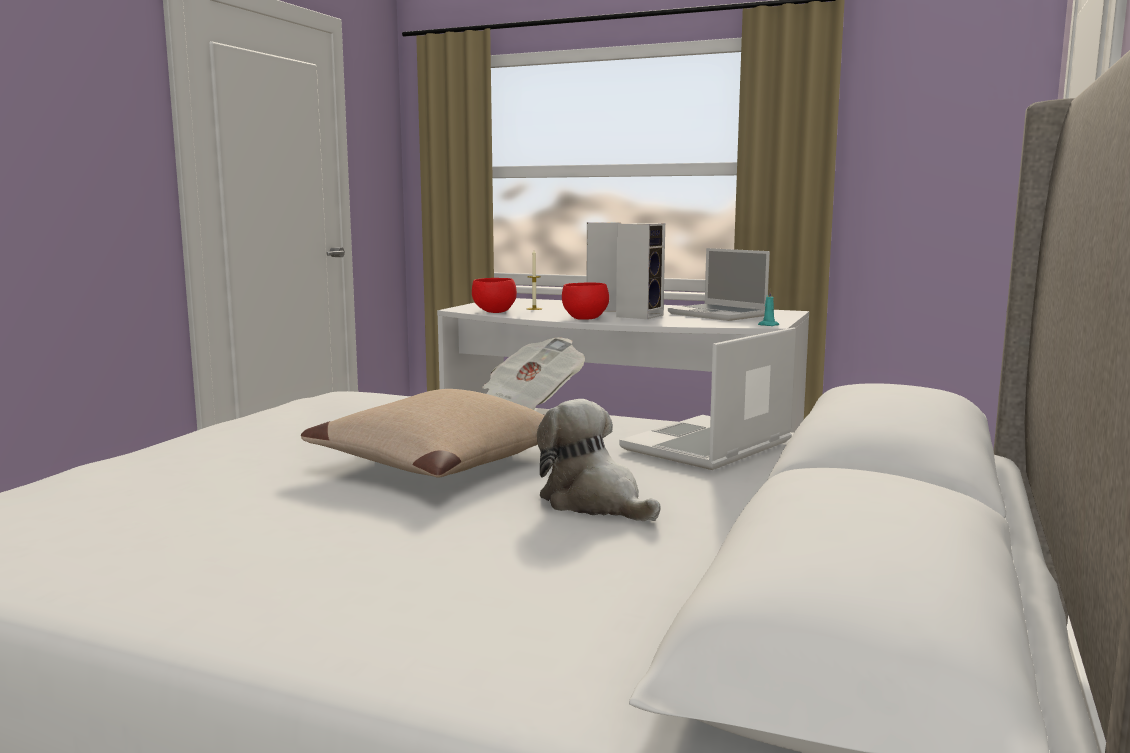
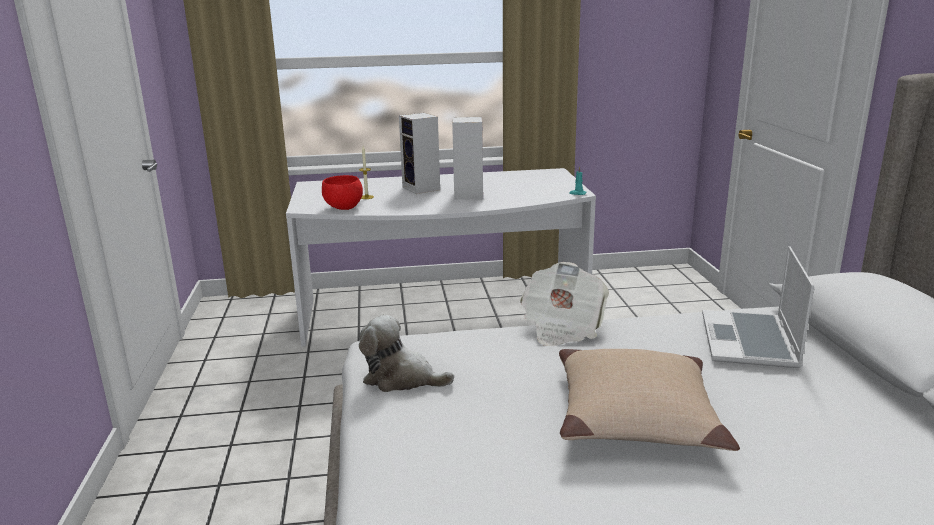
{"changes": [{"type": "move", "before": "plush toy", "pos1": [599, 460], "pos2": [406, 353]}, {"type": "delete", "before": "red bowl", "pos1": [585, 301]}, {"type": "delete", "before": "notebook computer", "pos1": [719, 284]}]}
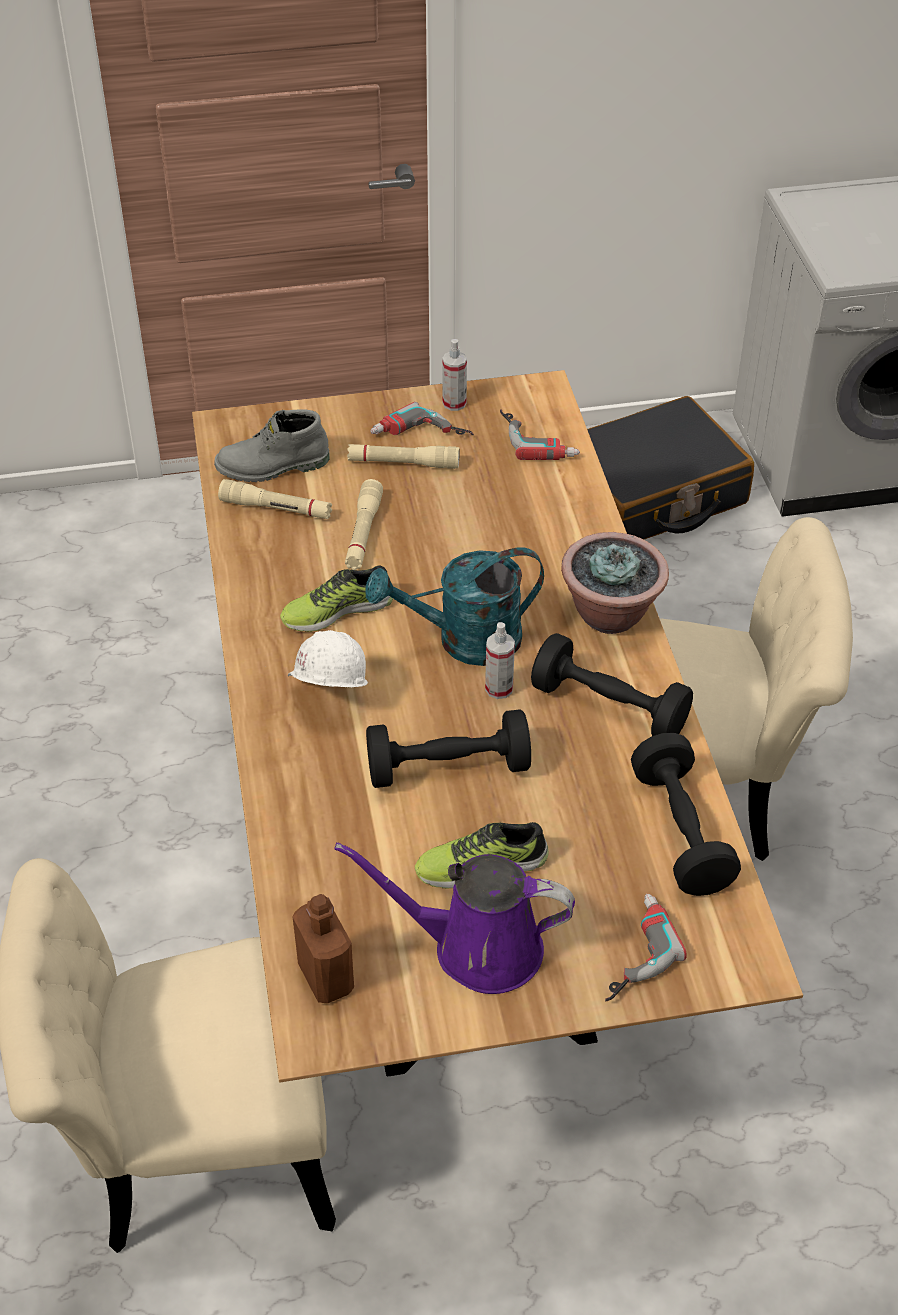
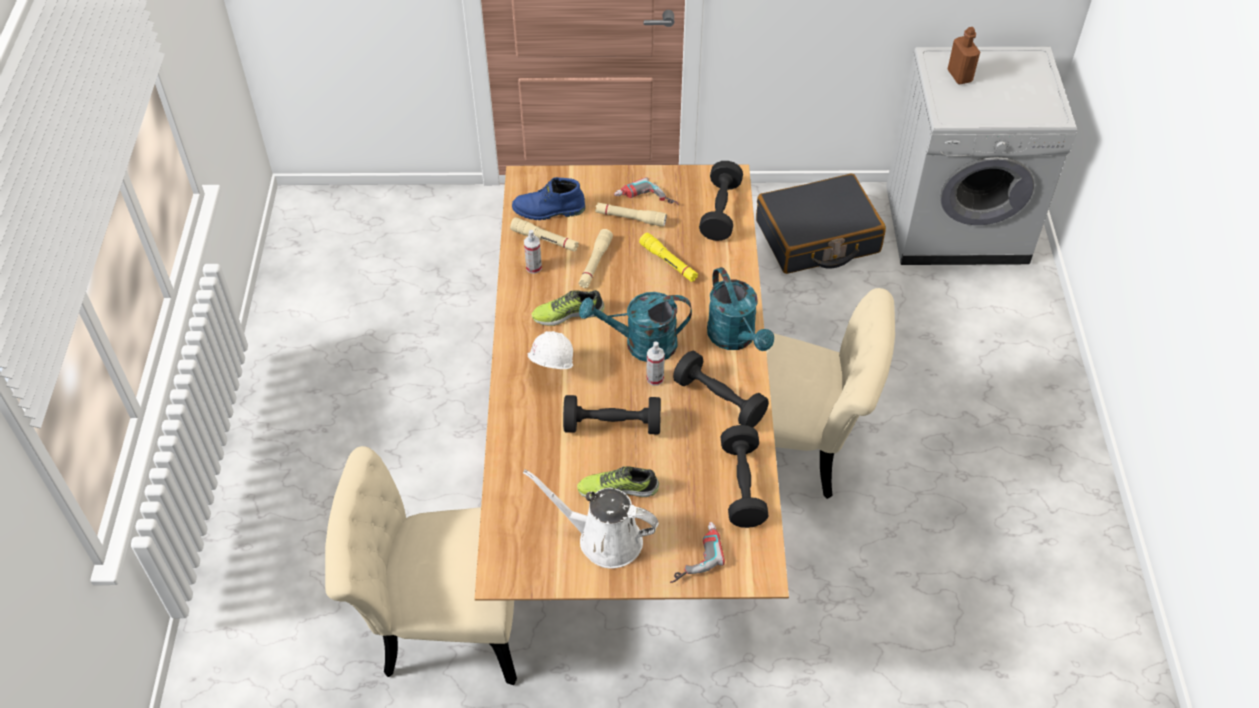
{"changes": [{"type": "recolor", "before": "greyish boot", "after": "blue-coloured boot", "pos1": [272, 445], "pos2": [548, 198]}, {"type": "move", "before": "brown-coloured drink bottle", "pos1": [323, 948], "pos2": [964, 55]}, {"type": "recolor", "before": "purple-coloured watering can", "after": "white-coloured watering can", "pos1": [454, 918], "pos2": [591, 519]}, {"type": "move", "before": "spray bottle", "pos1": [454, 375], "pos2": [533, 252]}, {"type": "replace", "before": "drill", "after": "black-coloured hand weight", "pos1": [540, 434], "pos2": [721, 201]}, {"type": "replace", "before": "plant in a pot", "after": "turquoise-coloured watering can", "pos1": [615, 583], "pos2": [740, 309]}, {"type": "insert", "after": "yellow torch", "pos2": [668, 257]}]}
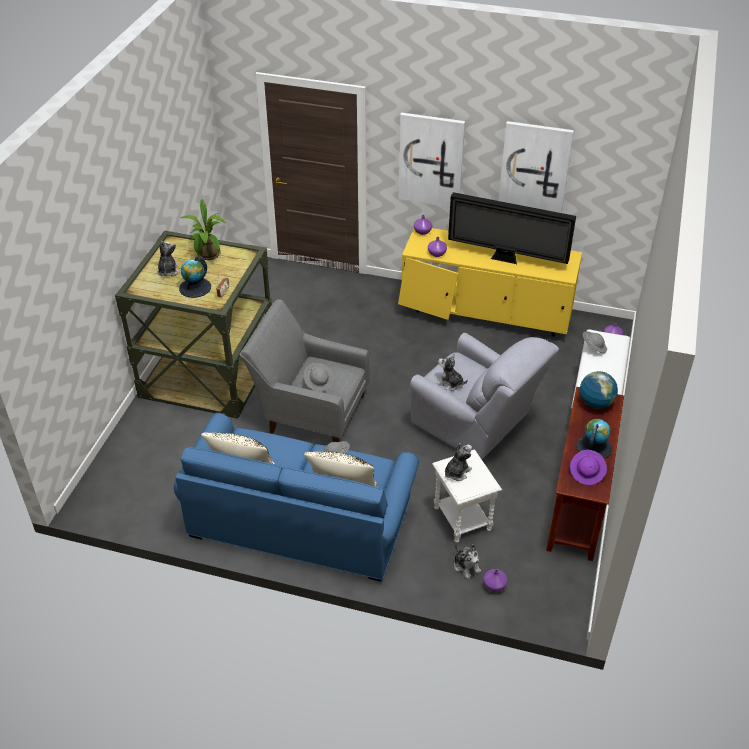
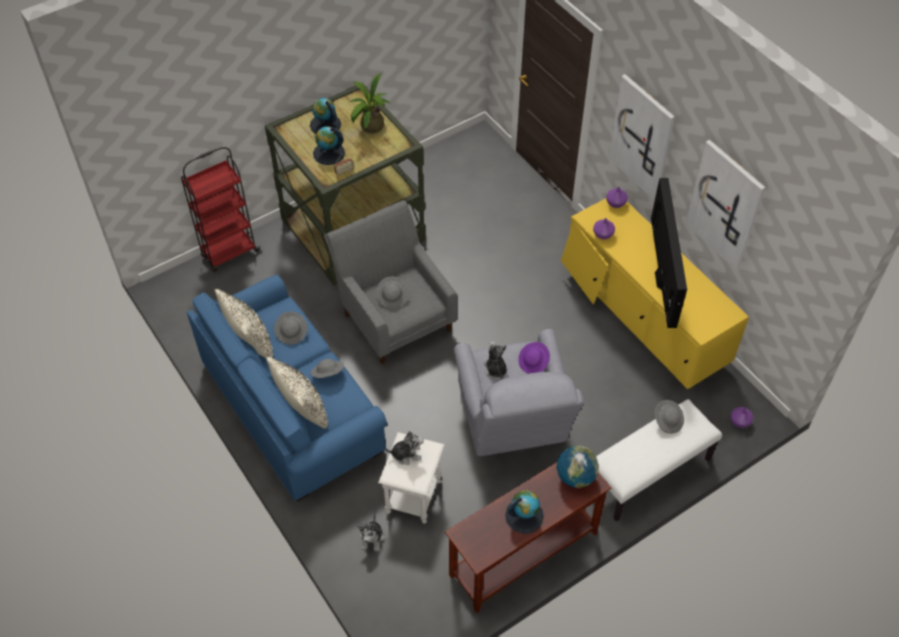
{"changes": [{"type": "replace", "before": "plush toy", "after": "globe", "pos1": [168, 258], "pos2": [325, 116]}, {"type": "rotate", "before": "TV set", "pos1": [512, 228], "pos2": [669, 253], "turn": -150}, {"type": "delete", "before": "purple-coloured flower vase", "pos1": [495, 580]}, {"type": "move", "before": "purple-coloured hat", "pos1": [588, 467], "pos2": [534, 358]}, {"type": "insert", "after": "red cart", "pos2": [221, 209]}, {"type": "insert", "after": "greyish hat", "pos2": [291, 328]}]}
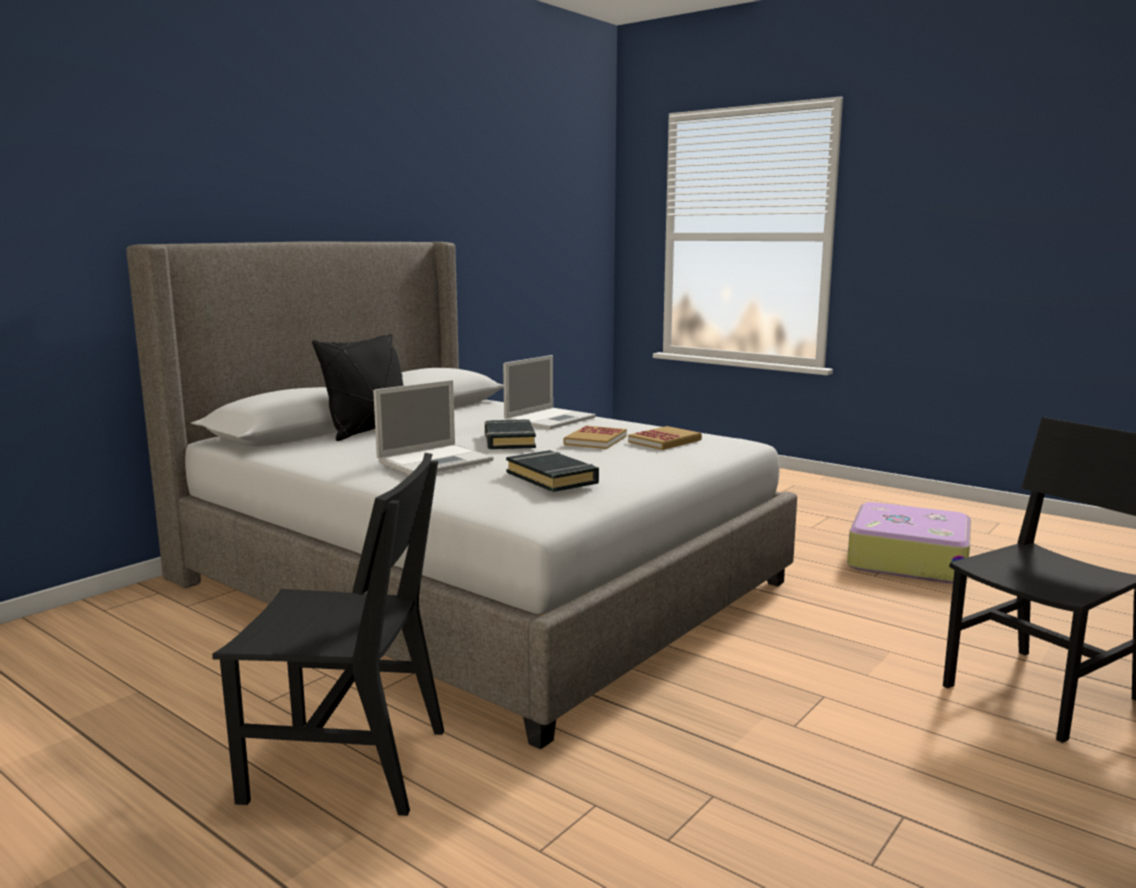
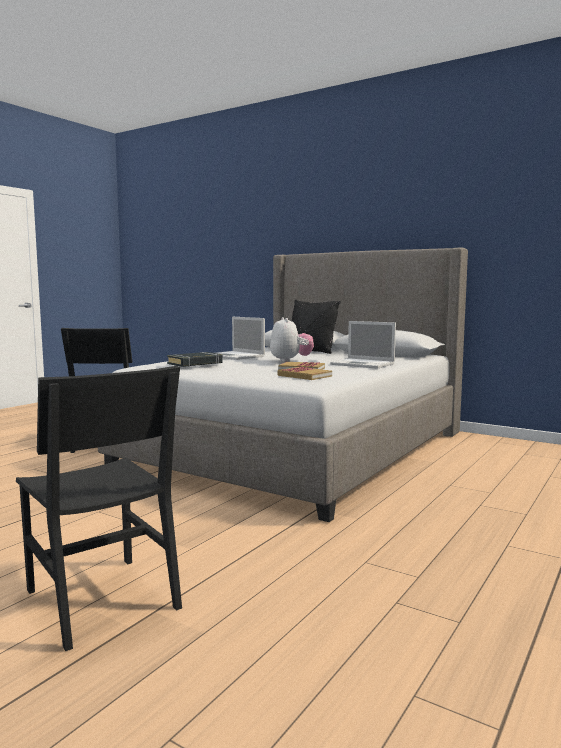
{"changes": [{"type": "replace", "before": "black-coloured volume", "after": "plush toy", "pos1": [510, 434], "pos2": [292, 339]}, {"type": "delete", "before": "travel case", "pos1": [909, 543]}]}
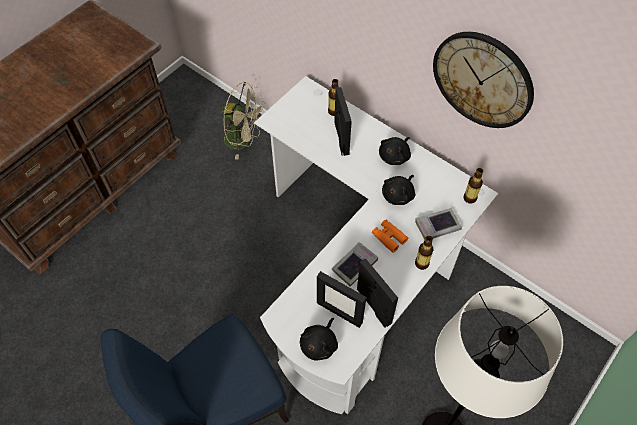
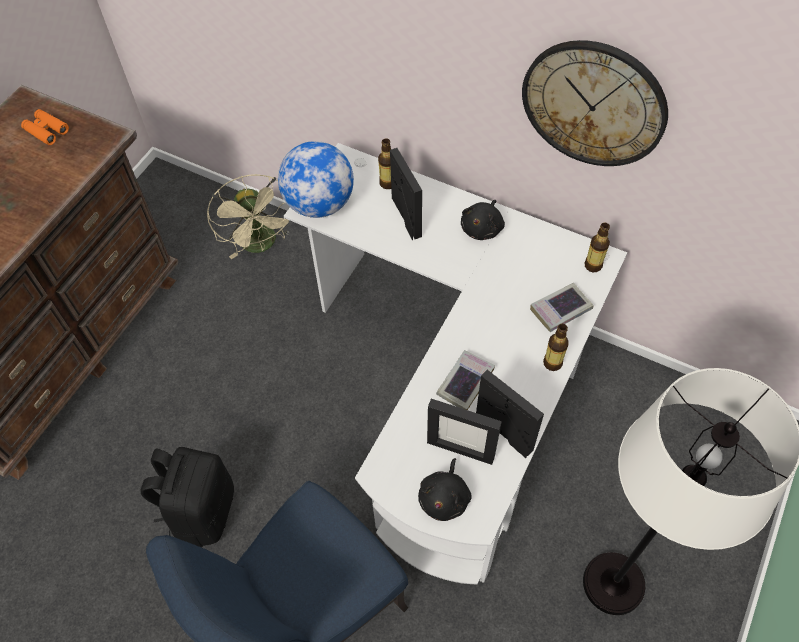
{"changes": [{"type": "rotate", "before": "beige fan", "pos1": [243, 121], "pos2": [248, 216], "turn": 60}, {"type": "move", "before": "orangey pair of binoculars", "pos1": [390, 236], "pos2": [45, 127]}, {"type": "delete", "before": "black-coloured plush toy", "pos1": [398, 190]}, {"type": "insert", "after": "black-coloured knapsack", "pos2": [187, 497]}, {"type": "insert", "after": "globe", "pos2": [316, 179]}]}
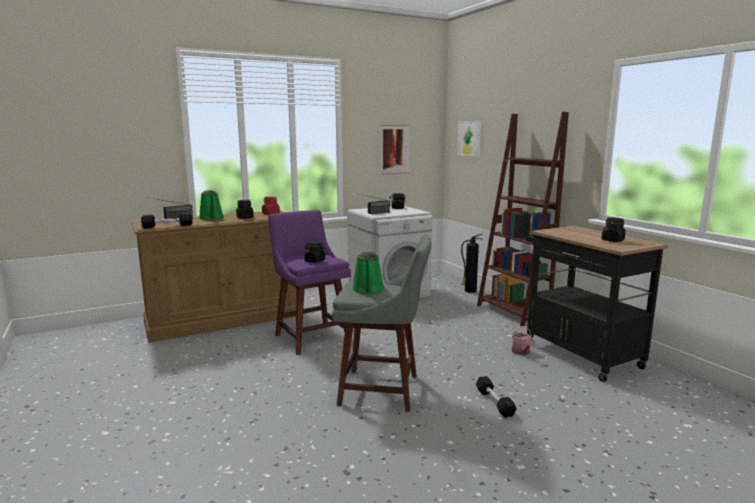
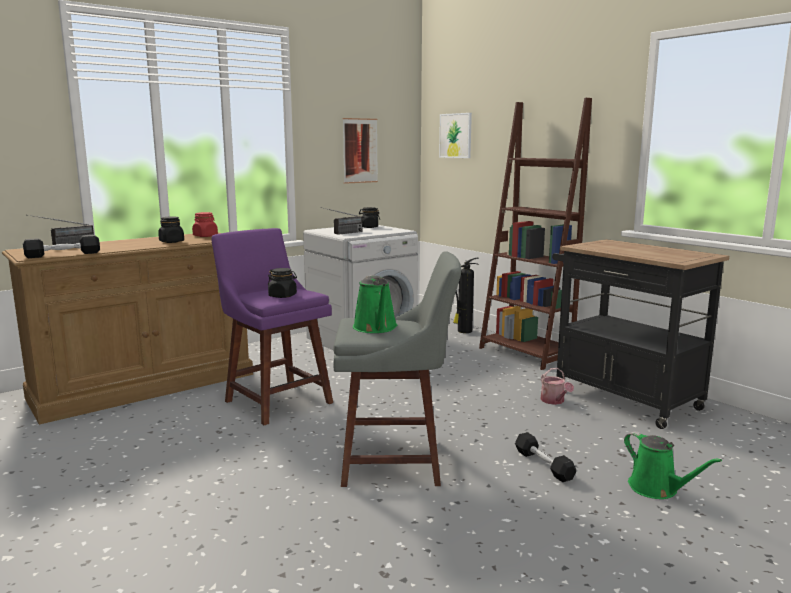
{"changes": [{"type": "move", "before": "greenish watering can", "pos1": [211, 205], "pos2": [673, 465]}, {"type": "delete", "before": "black-coloured storage jar", "pos1": [613, 230]}]}
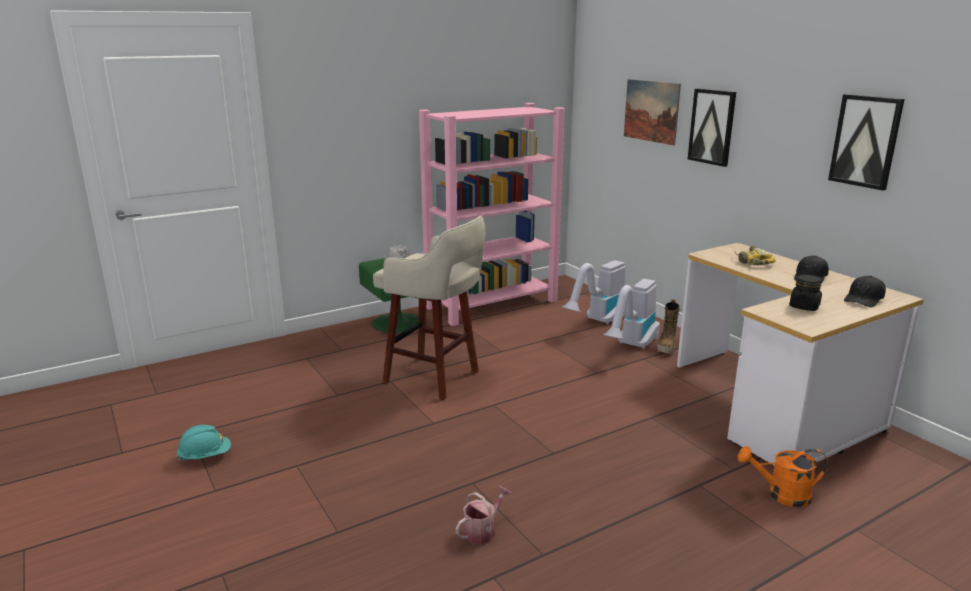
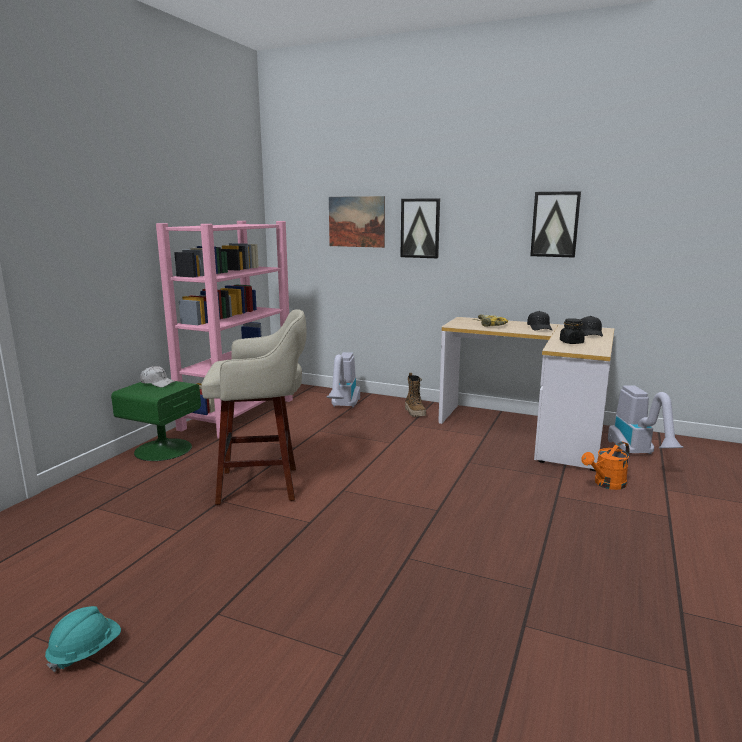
{"changes": [{"type": "delete", "before": "watering can", "pos1": [483, 515]}, {"type": "move", "before": "vacuum", "pos1": [631, 314], "pos2": [645, 419]}]}
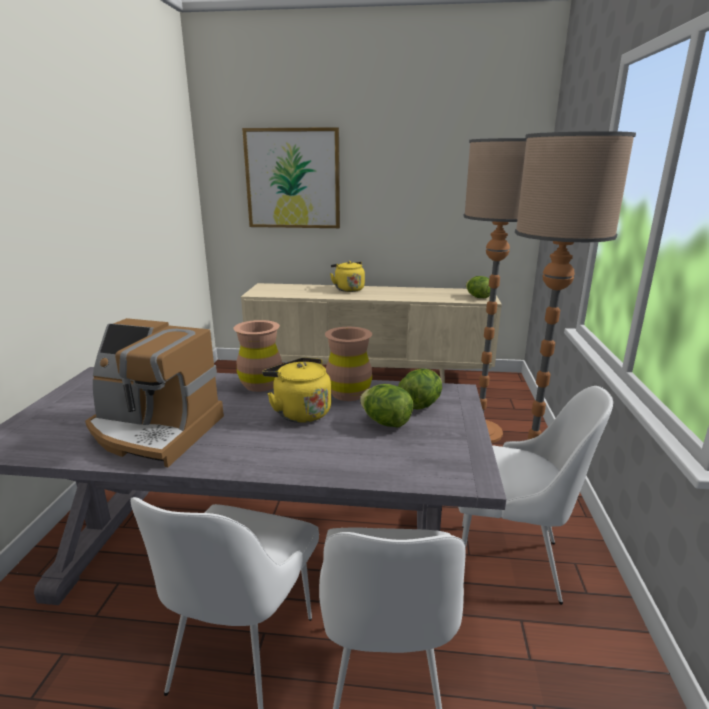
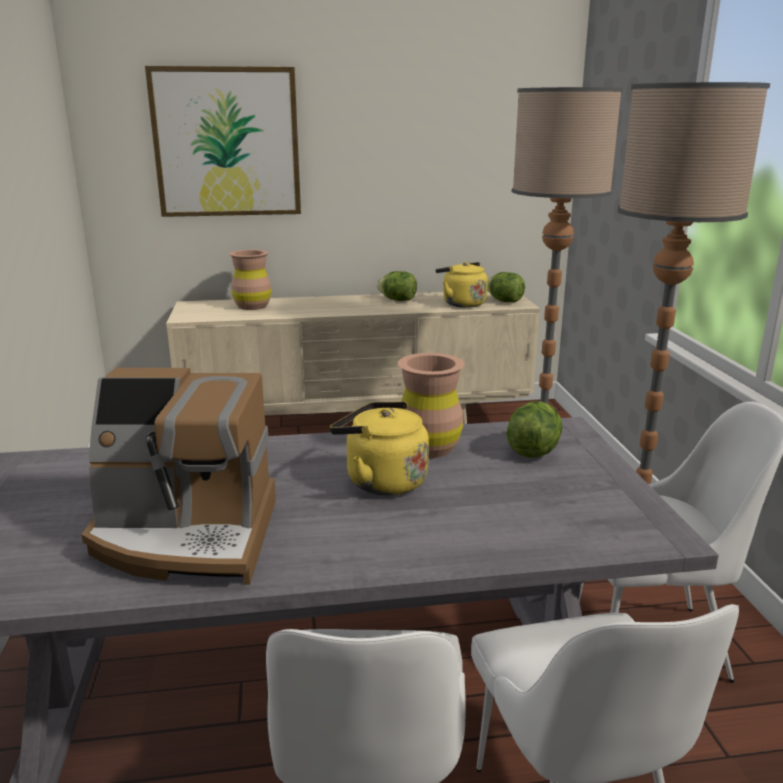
{"changes": [{"type": "move", "before": "brown-coloured flower vase", "pos1": [257, 356], "pos2": [250, 280]}, {"type": "move", "before": "yellow water kettle", "pos1": [347, 276], "pos2": [462, 285]}, {"type": "move", "before": "lettuce head", "pos1": [386, 406], "pos2": [397, 286]}]}
